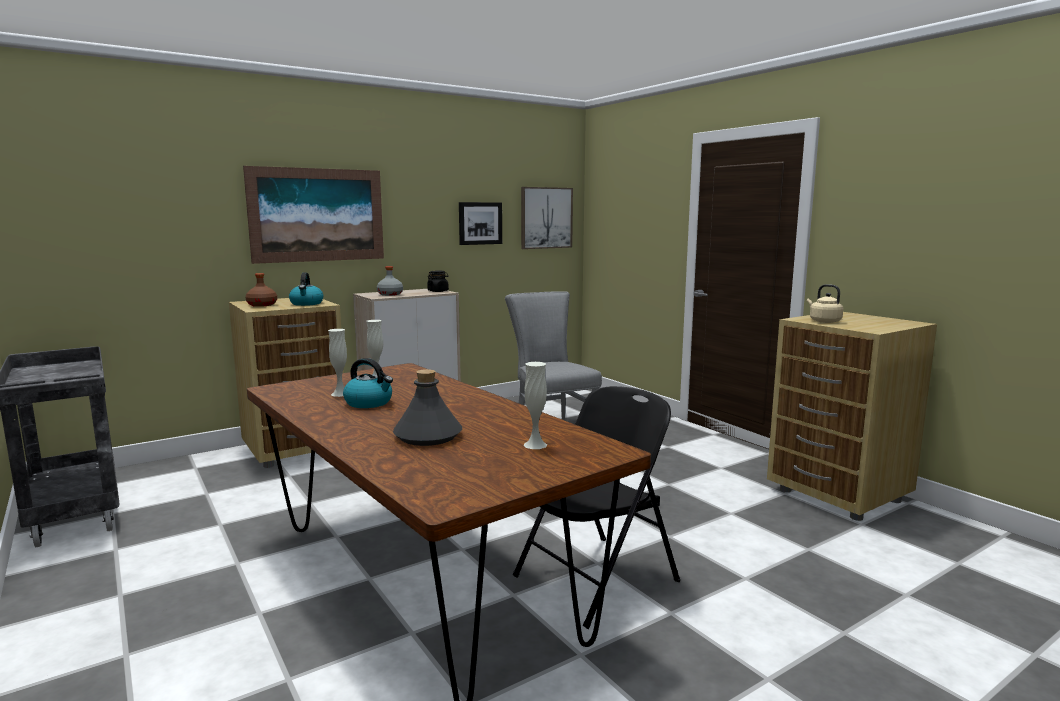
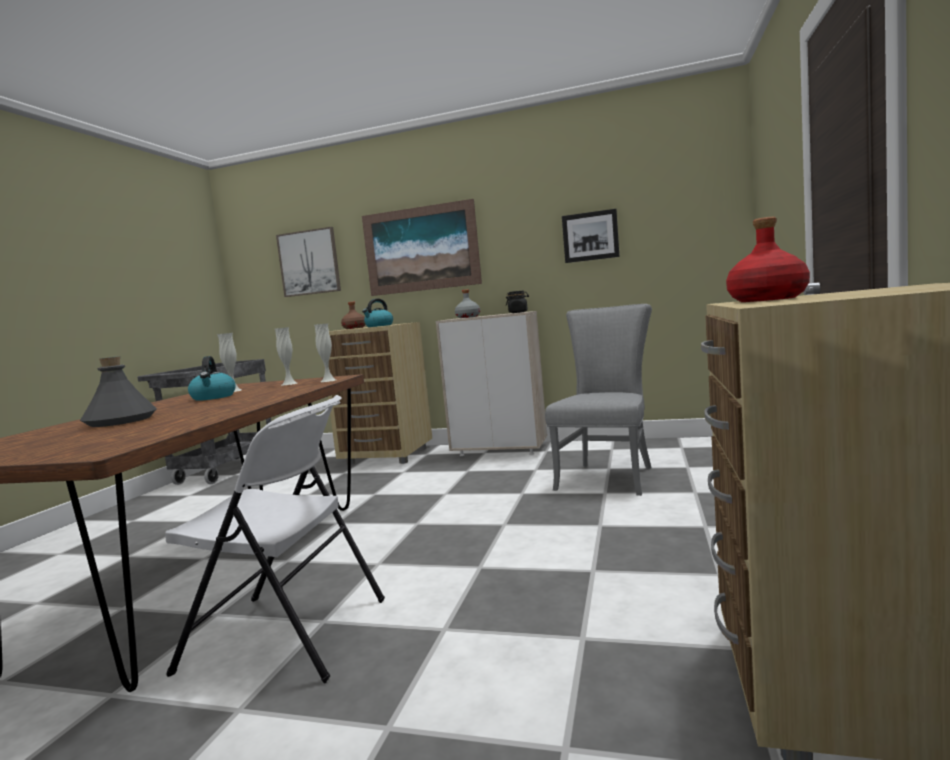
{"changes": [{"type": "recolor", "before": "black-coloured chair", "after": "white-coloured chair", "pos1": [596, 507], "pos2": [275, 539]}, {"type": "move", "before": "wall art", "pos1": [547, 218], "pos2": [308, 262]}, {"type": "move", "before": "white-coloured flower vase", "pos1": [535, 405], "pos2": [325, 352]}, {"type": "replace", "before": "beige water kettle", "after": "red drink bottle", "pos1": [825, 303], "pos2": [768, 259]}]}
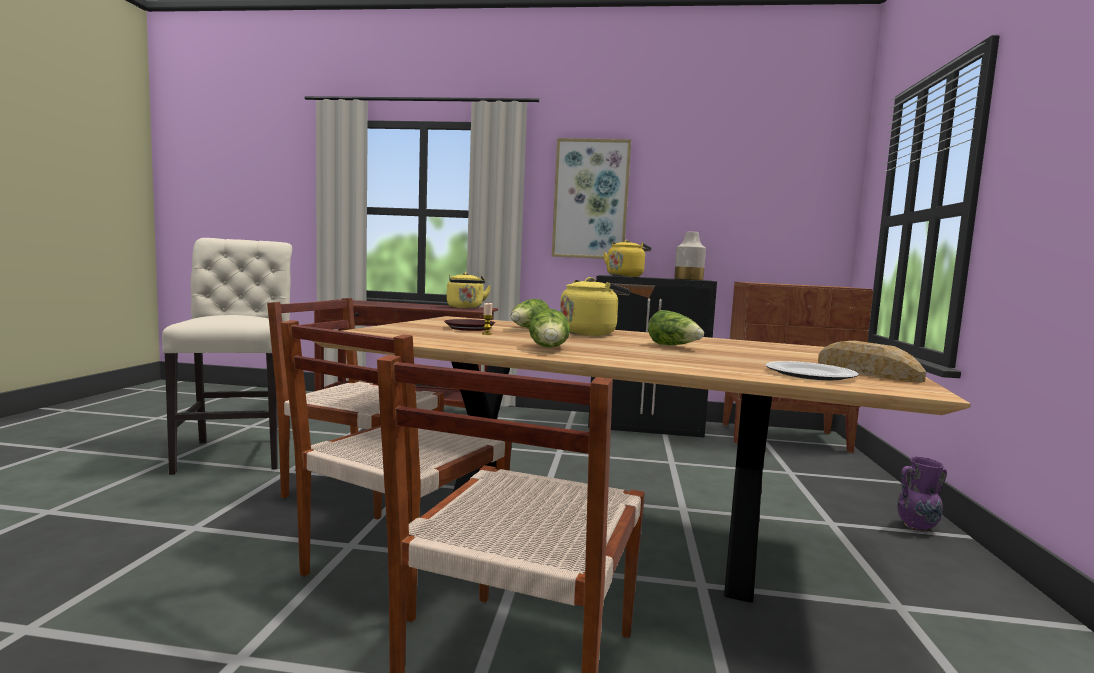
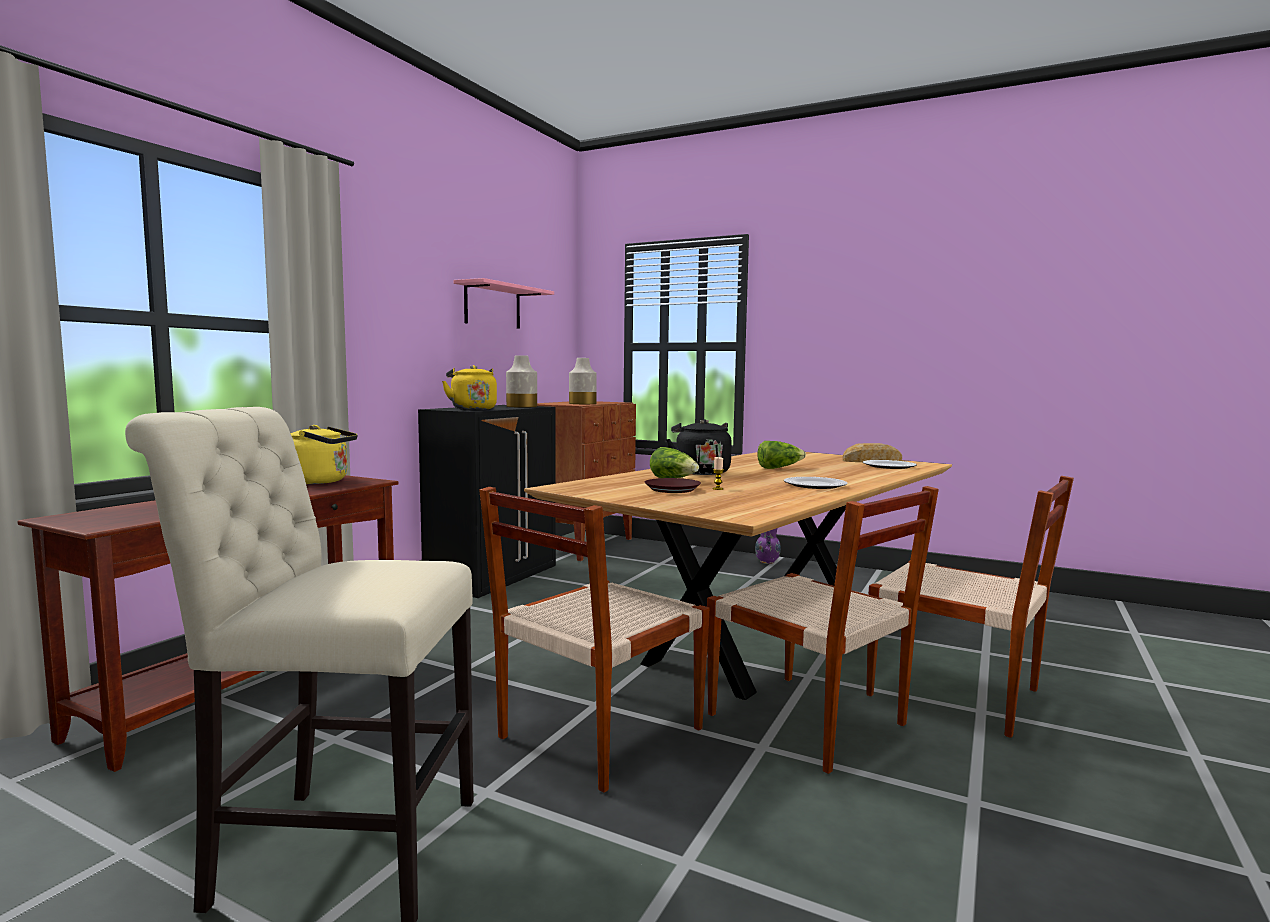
{"changes": [{"type": "replace", "before": "lettuce head", "after": "dinner plate", "pos1": [549, 328], "pos2": [816, 483]}, {"type": "delete", "before": "wall art", "pos1": [591, 198]}, {"type": "recolor", "before": "yellow water kettle", "after": "black-coloured water kettle", "pos1": [595, 306], "pos2": [699, 447]}, {"type": "insert", "after": "pink wall shelf", "pos2": [504, 303]}, {"type": "insert", "after": "beige flower vase", "pos2": [583, 381]}]}
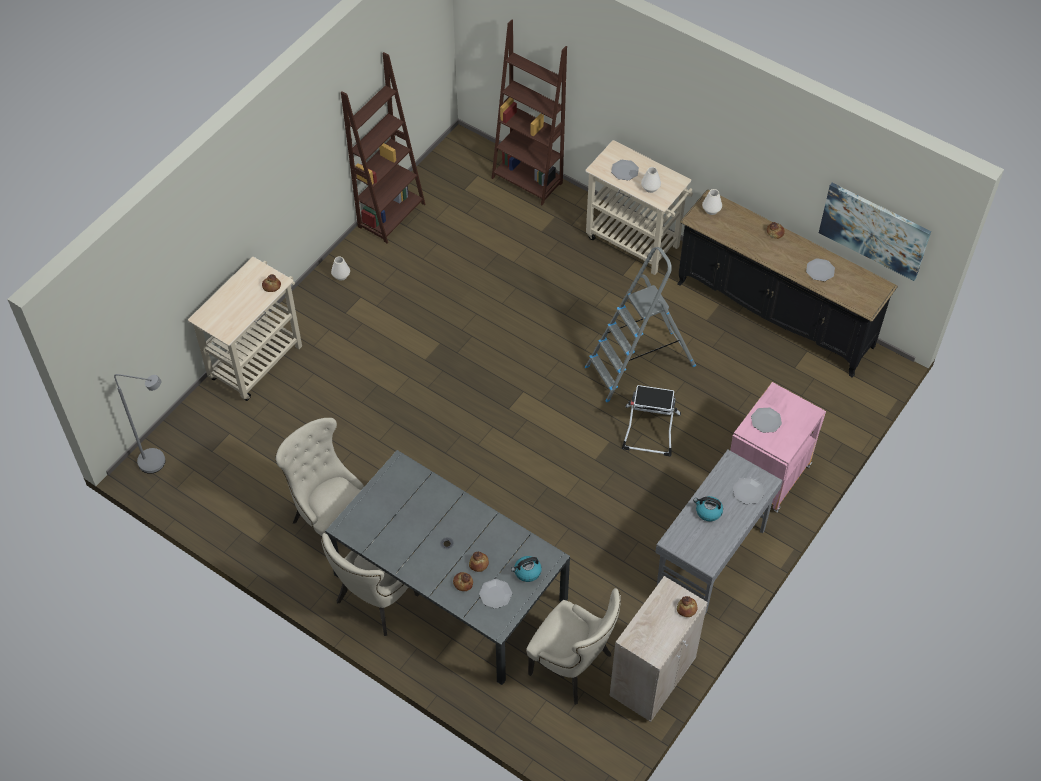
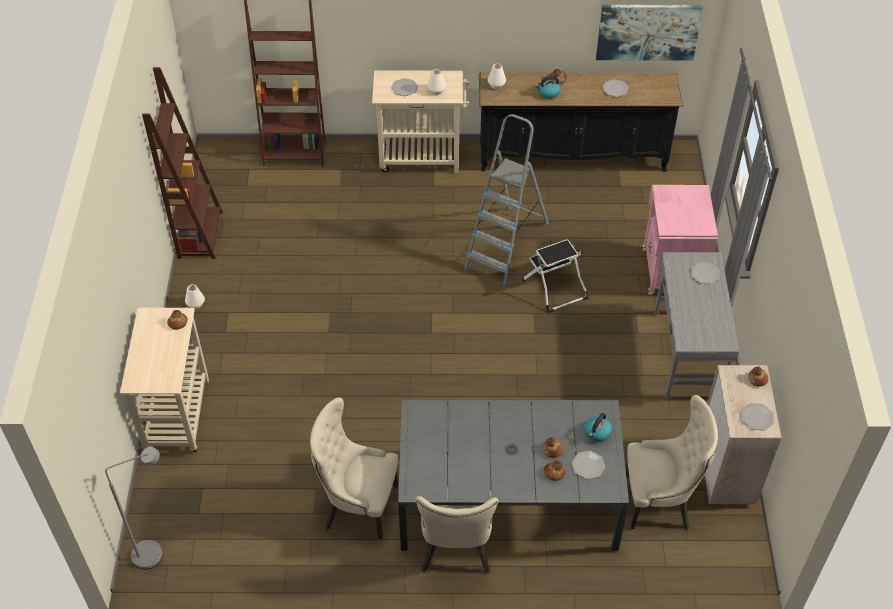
{"changes": [{"type": "move", "before": "water kettle", "pos1": [708, 509], "pos2": [548, 87]}, {"type": "move", "before": "dinner plate", "pos1": [766, 420], "pos2": [757, 416]}]}
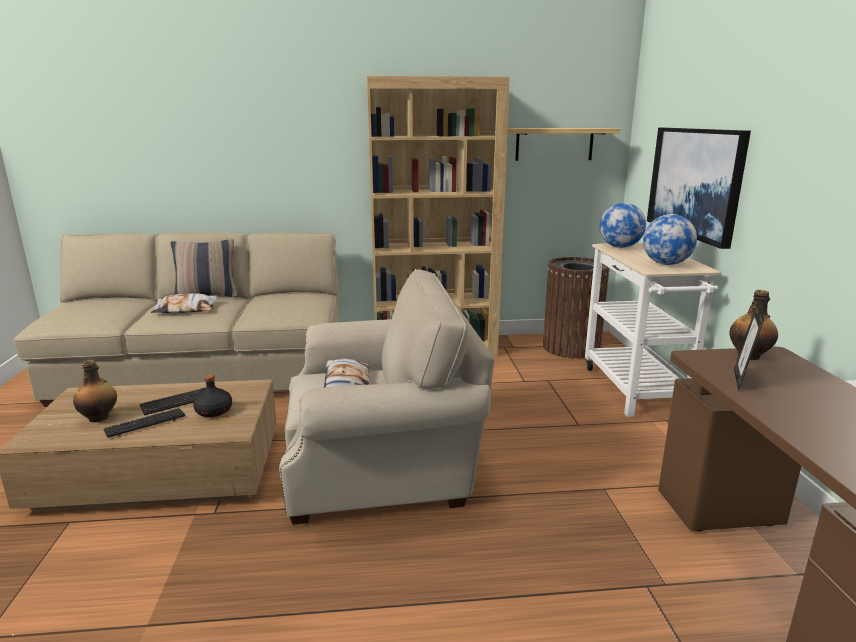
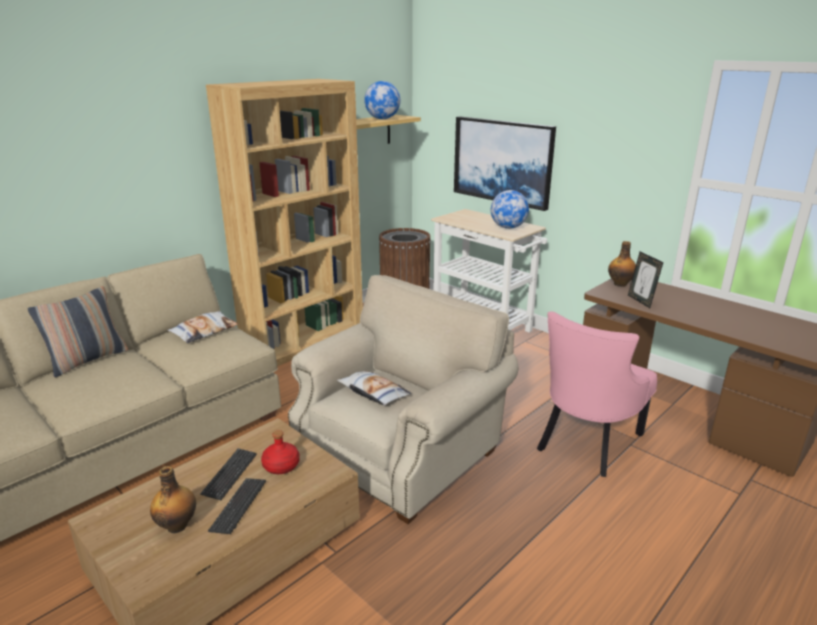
{"changes": [{"type": "move", "before": "cushion", "pos1": [185, 303], "pos2": [202, 327]}, {"type": "recolor", "before": "black-coloured drink bottle", "after": "red drink bottle", "pos1": [212, 395], "pos2": [280, 452]}, {"type": "move", "before": "globe", "pos1": [622, 225], "pos2": [382, 100]}, {"type": "insert", "after": "pink chair", "pos2": [597, 394]}]}
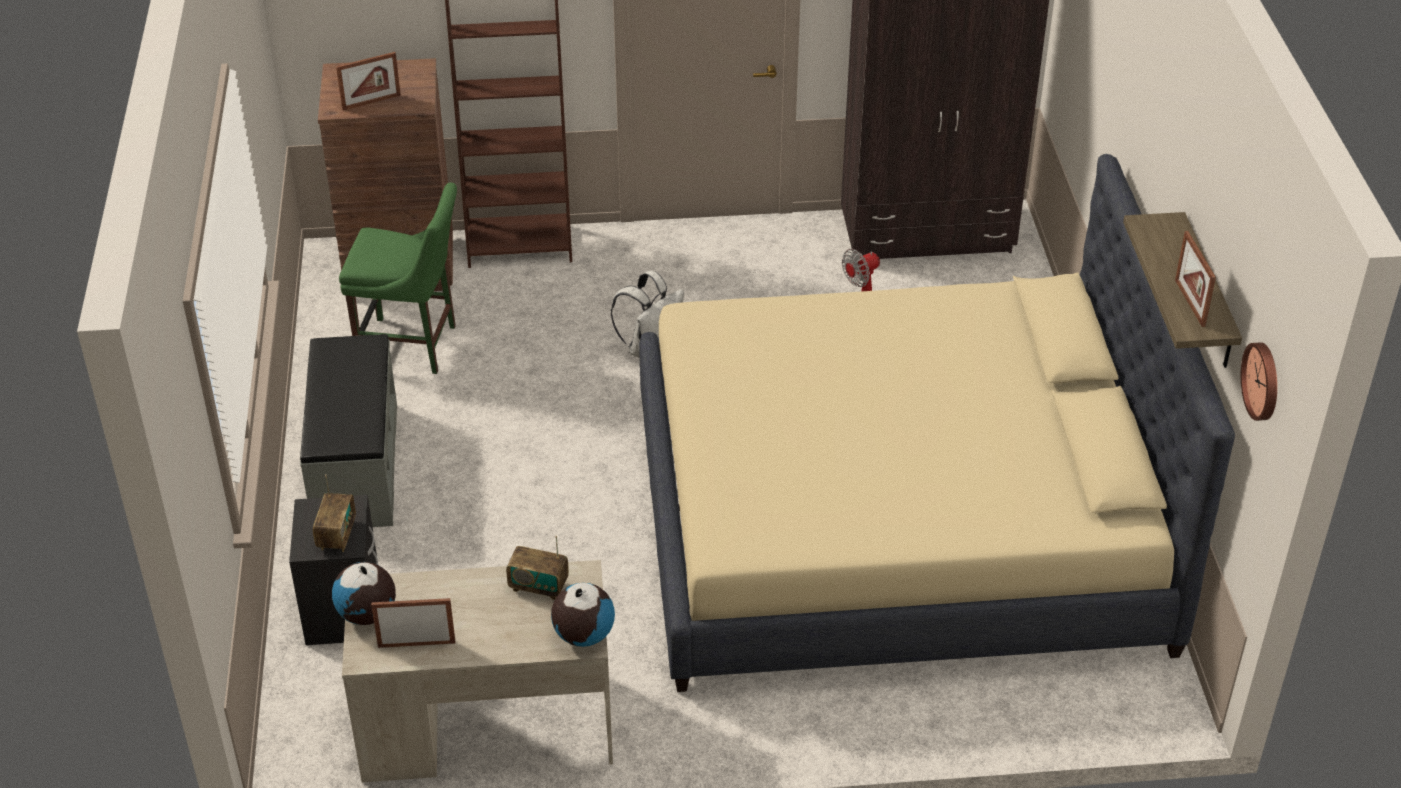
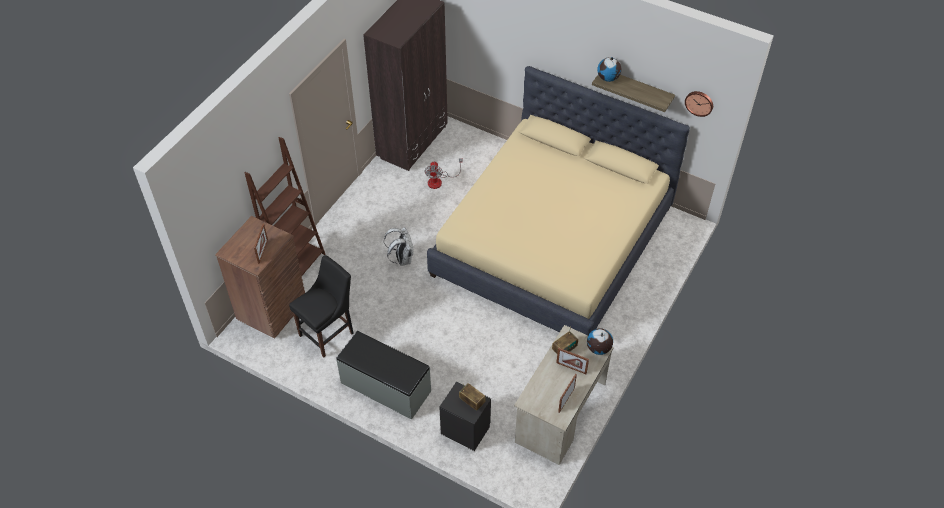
{"changes": [{"type": "move", "before": "globe", "pos1": [364, 593], "pos2": [609, 69]}, {"type": "recolor", "before": "greenish chair", "after": "black-coloured chair", "pos1": [398, 278], "pos2": [321, 306]}, {"type": "move", "before": "picture frame", "pos1": [1195, 279], "pos2": [572, 361]}]}
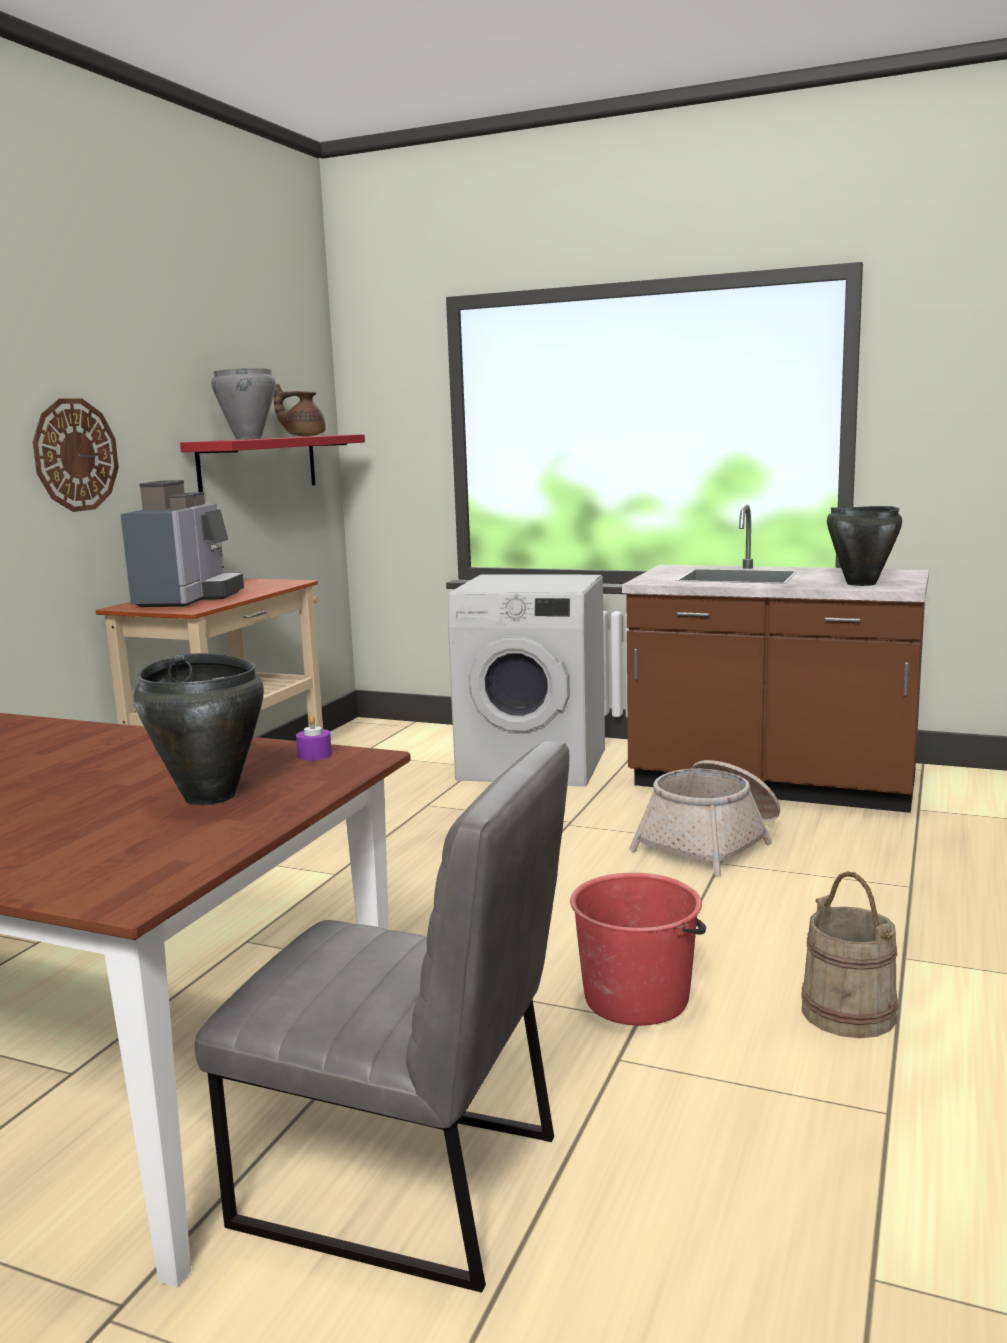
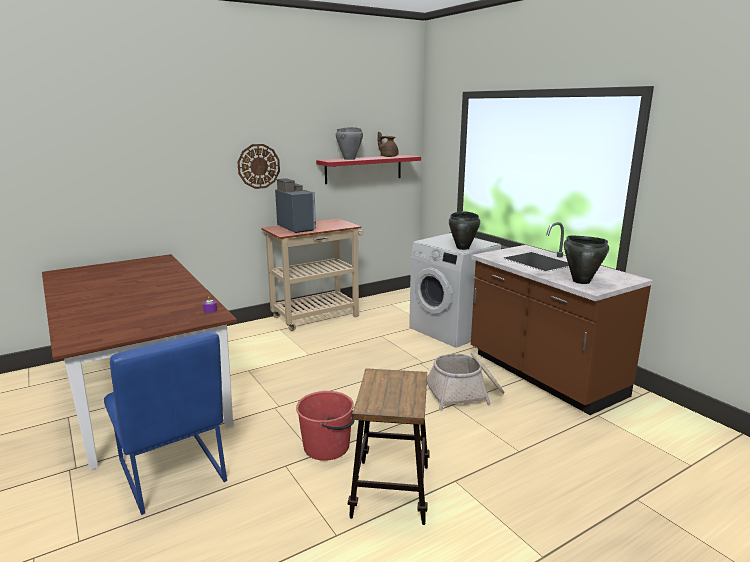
{"changes": [{"type": "rotate", "before": "coffee maker", "pos1": [182, 543], "pos2": [295, 205], "turn": -75}, {"type": "move", "before": "black-coloured stockpot", "pos1": [199, 729], "pos2": [464, 230]}, {"type": "recolor", "before": "greyish chair", "after": "blue-coloured chair", "pos1": [382, 1016], "pos2": [165, 423]}, {"type": "replace", "before": "beige pail", "after": "sitting stool", "pos1": [849, 954], "pos2": [389, 446]}]}
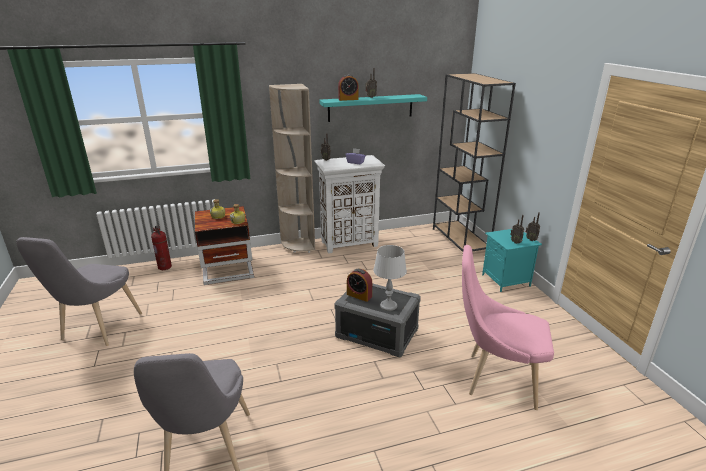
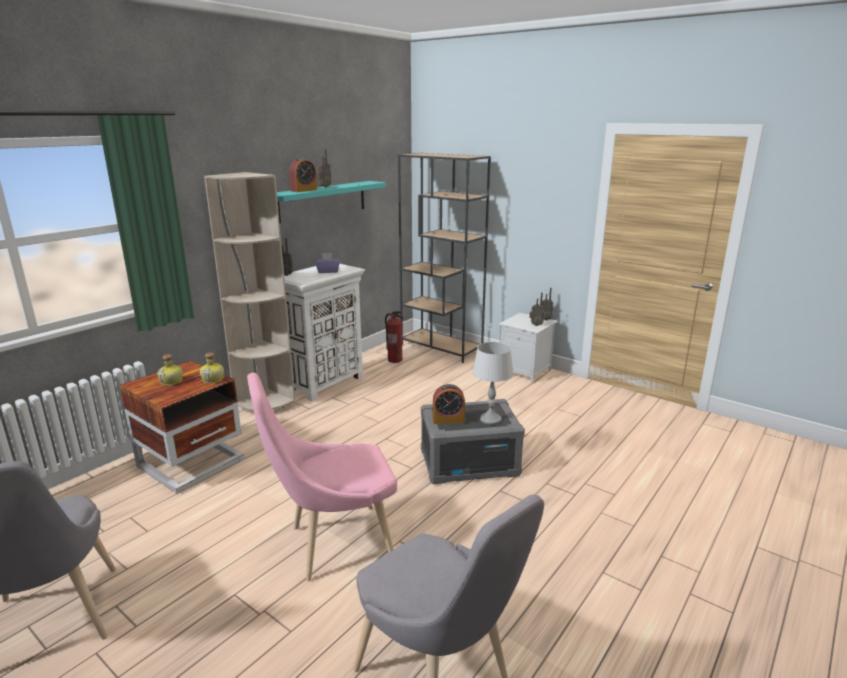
{"changes": [{"type": "move", "before": "fire extinguisher", "pos1": [161, 248], "pos2": [394, 337]}, {"type": "move", "before": "pink chair", "pos1": [508, 327], "pos2": [322, 477]}, {"type": "recolor", "before": "turquoise-coloured nightstand", "after": "greyish nightstand", "pos1": [512, 260], "pos2": [528, 348]}]}
